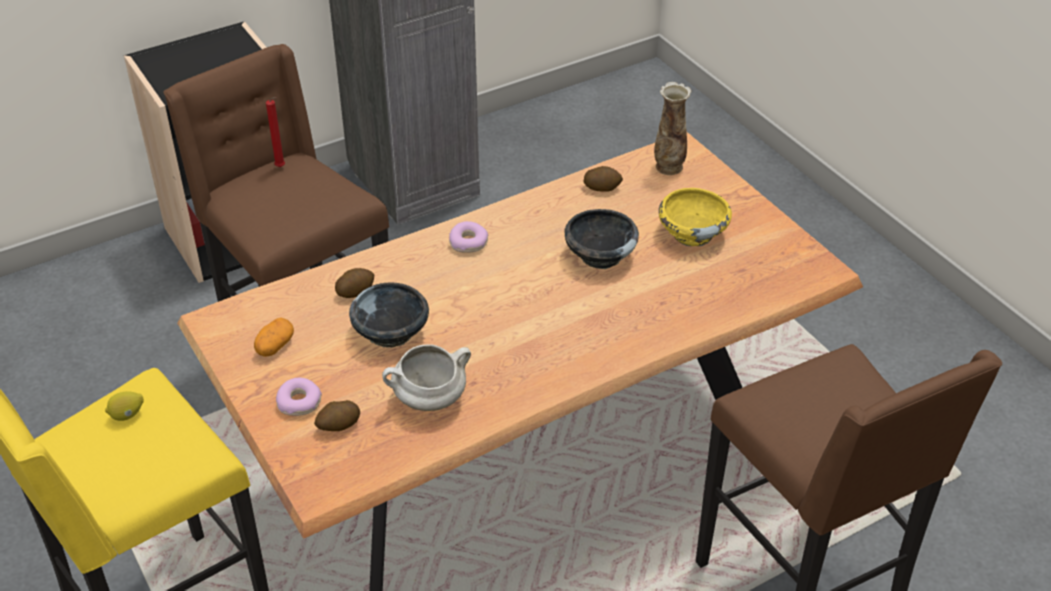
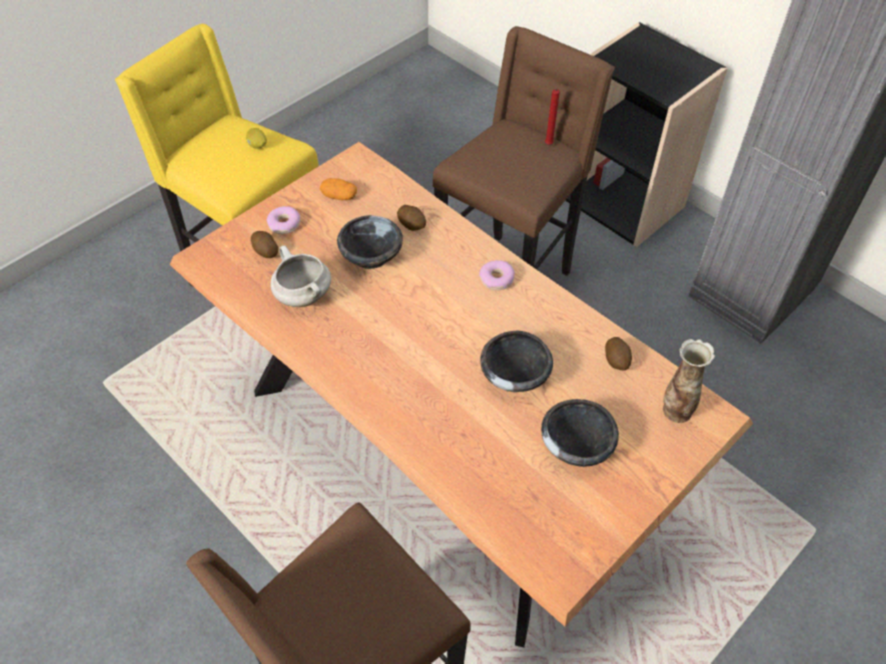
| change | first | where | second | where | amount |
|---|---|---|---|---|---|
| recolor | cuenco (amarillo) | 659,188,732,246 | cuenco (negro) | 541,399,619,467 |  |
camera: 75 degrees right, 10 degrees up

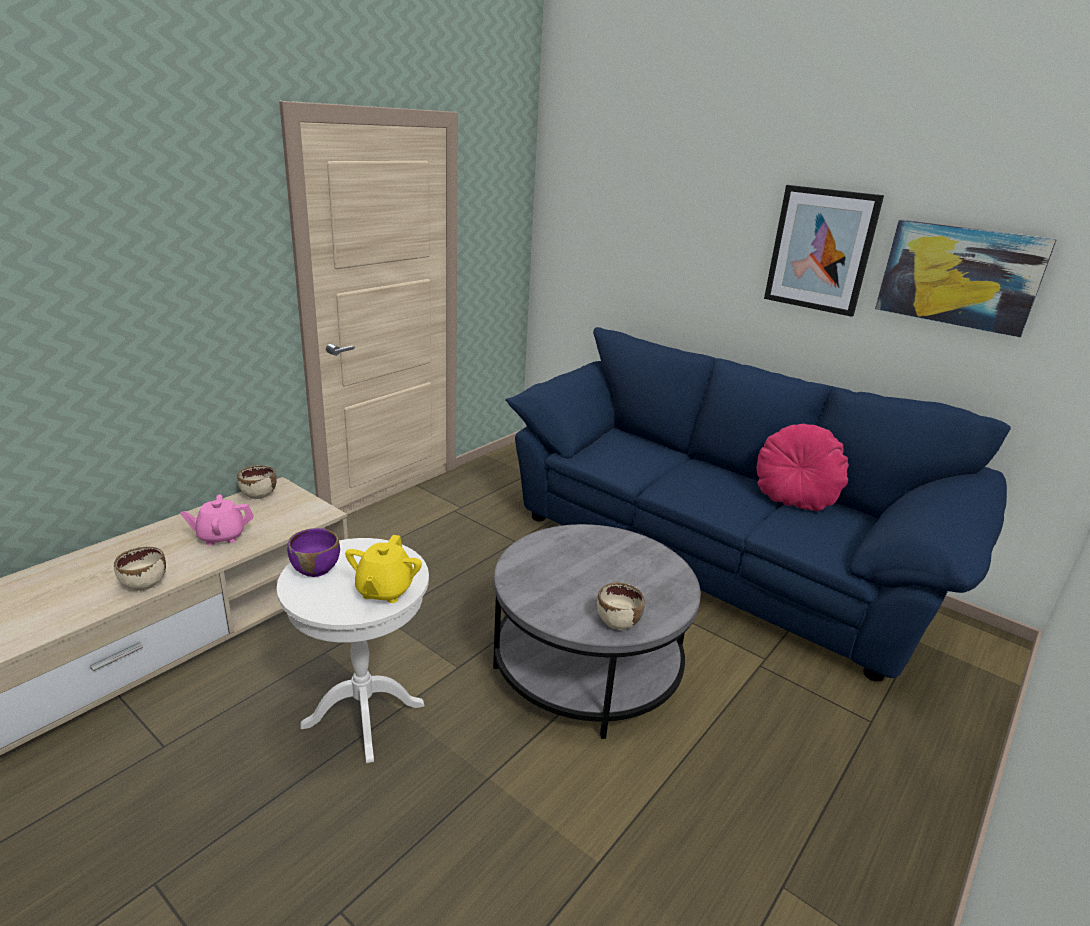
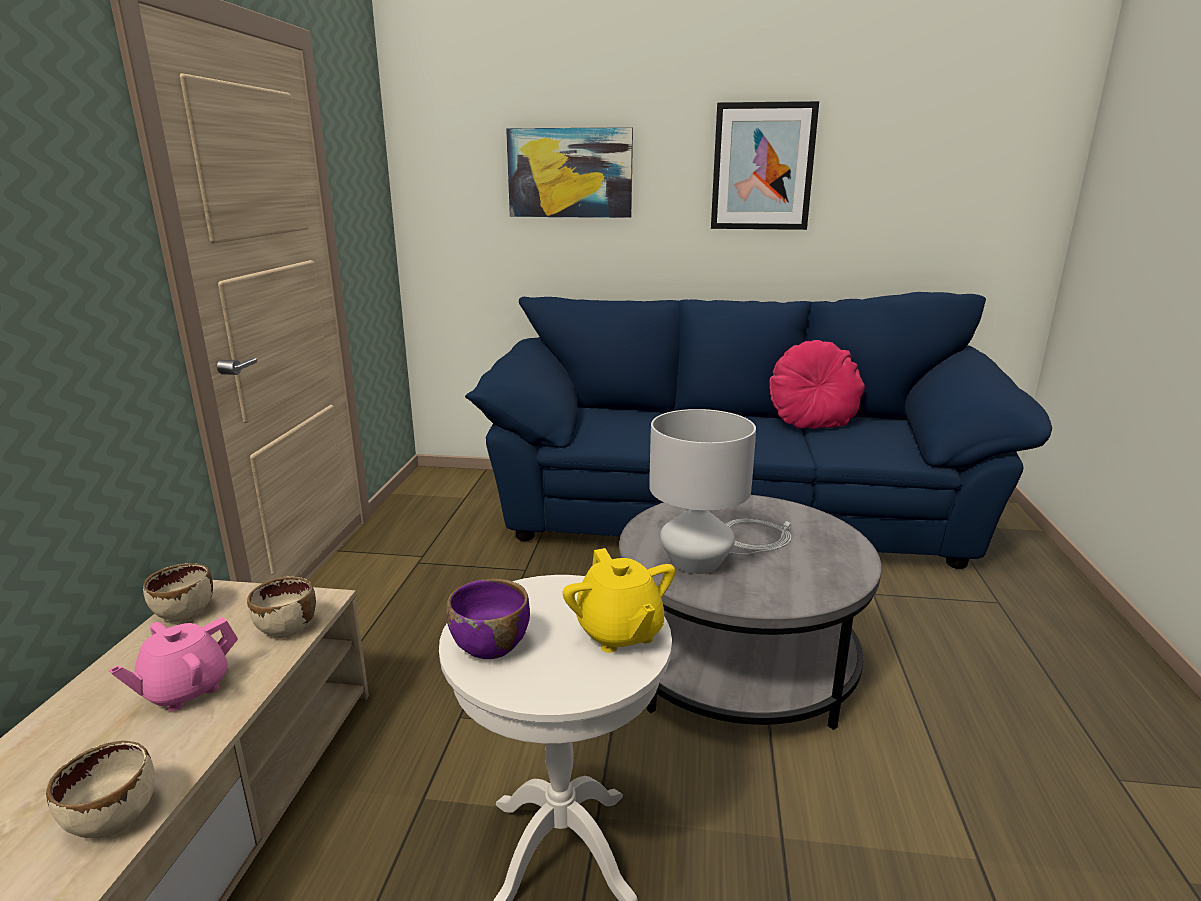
| change | first | where | second | where | amount |
|---|---|---|---|---|---|
| insert |  |  | lámpara de mesa (blanco) | 649,409,791,574 |  |
| move | cuenco (beis) | 597,582,645,630 |  | 247,577,316,638 |  |
| move | cuadro | 875,220,1057,337 |  | 506,127,633,218 |  |
camera: 30 degrees left, 5 degrees down

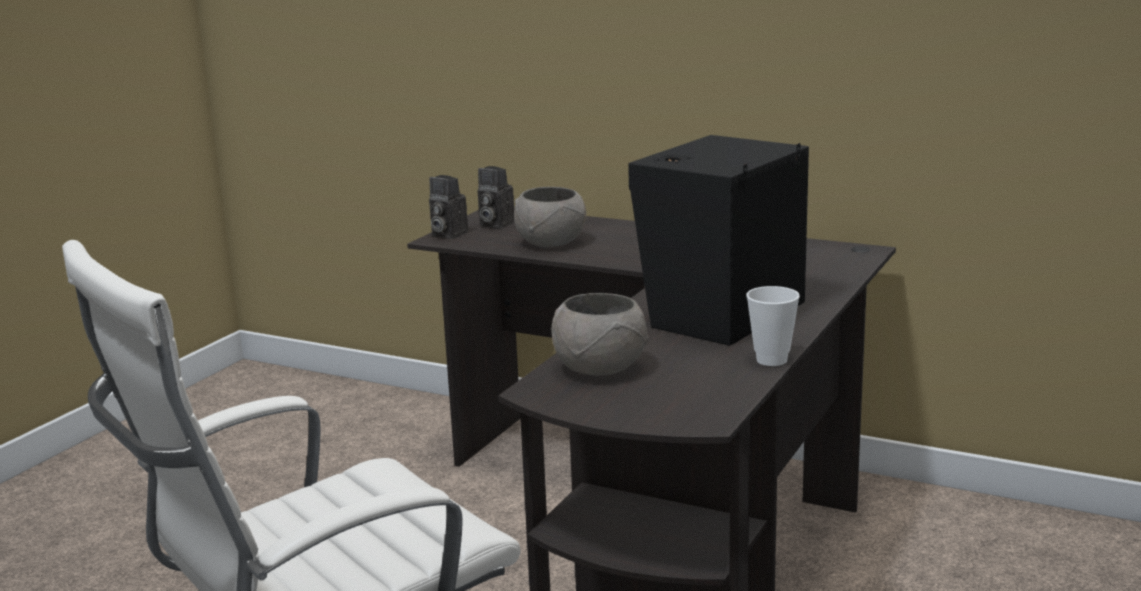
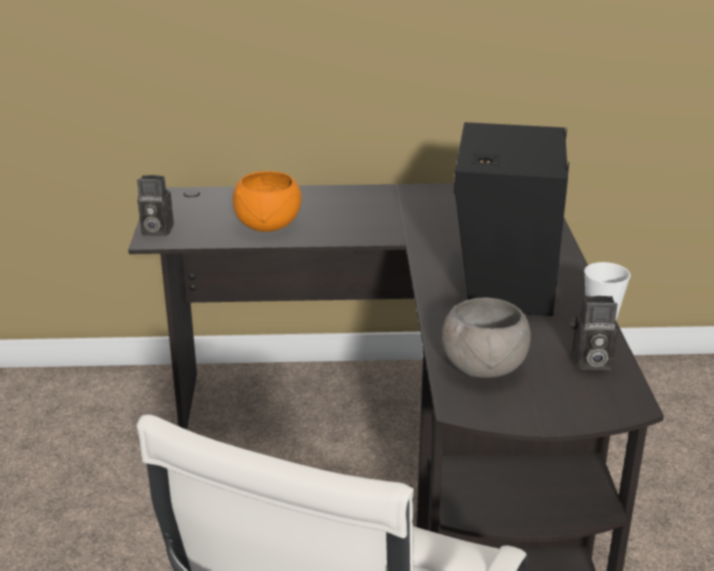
| change | first | where | second | where | amount |
|---|---|---|---|---|---|
| move | cámara | 478,166,514,229 |  | 571,296,618,370 |  |
| recolor | cuenco (gris) | 514,187,587,247 | cuenco (naranja) | 233,171,302,232 |  |
camera: 30 degrees left, 10 degrees up

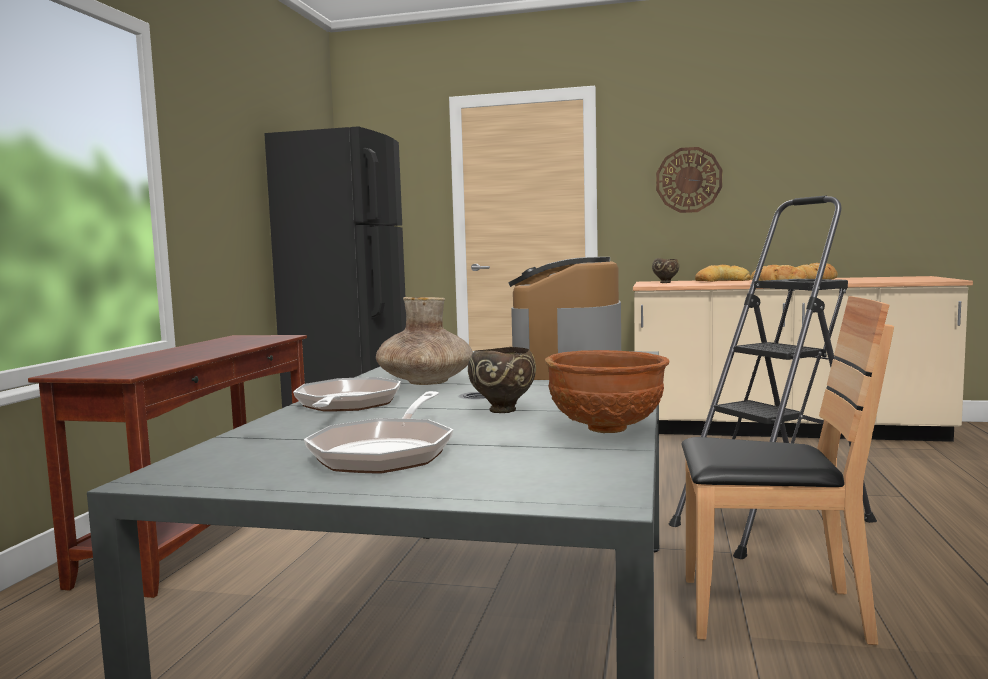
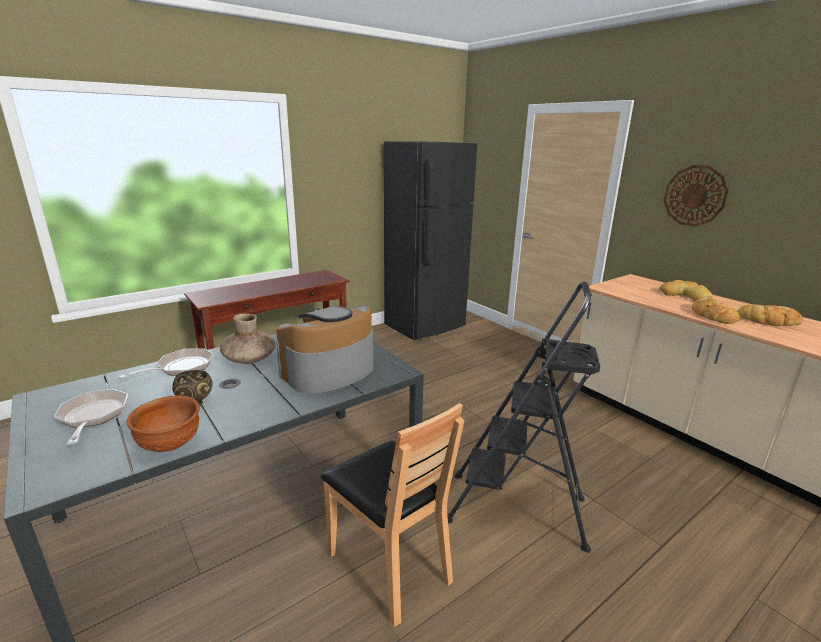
| change | first | where | second | where | amount |
|---|---|---|---|---|---|
| delete | cuenco (marrón) | 652,258,679,283 |  |  |  |
| rotate | sartén | 304,391,453,474 |  | 54,389,128,445 | 105 degrees clockwise |
camera: 40 degrees right, 15 degrees up

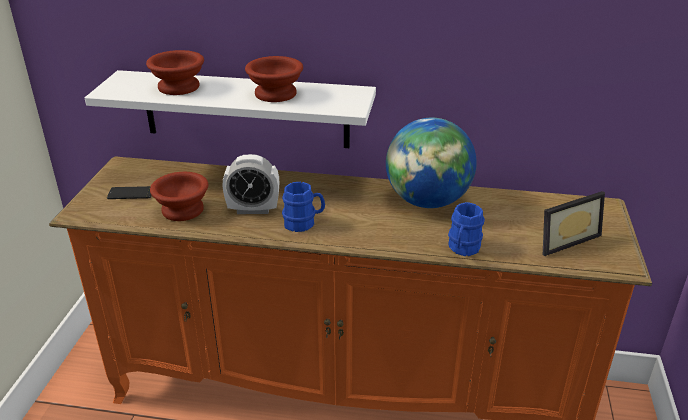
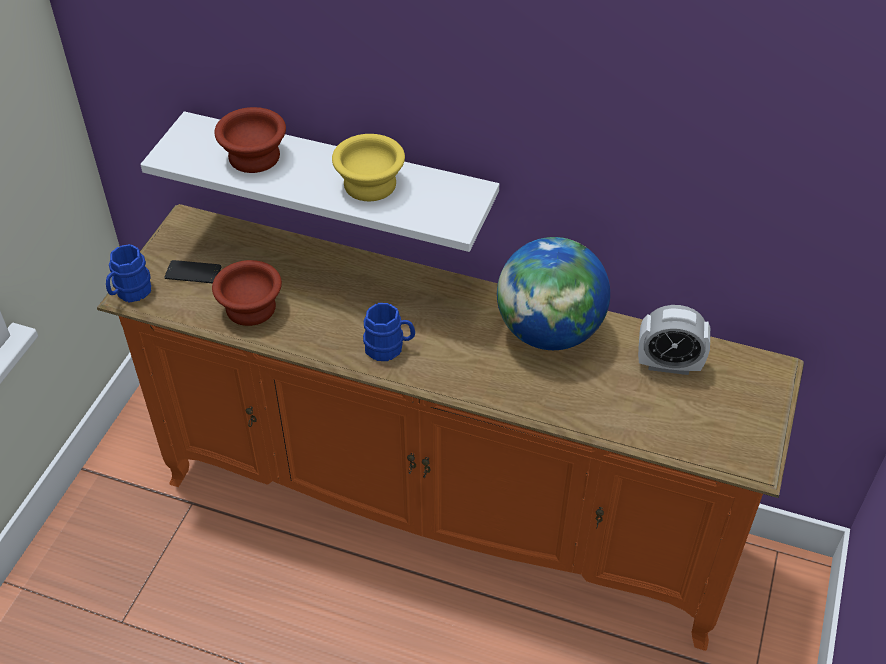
| change | first | where | second | where | amount |
|---|---|---|---|---|---|
| delete | portarretratos | 543,191,605,256 |  |  |  |
| move | despertador | 222,154,279,214 |  | 638,305,710,375 |  |
| move | taza grande (azul) | 448,202,485,256 |  | 106,244,151,302 |  |
| recolor | cuenco (marrón) | 245,56,303,102 | cuenco (amarillo) | 332,134,405,201 |  |
camera: 10 degrees right, 15 degrees up

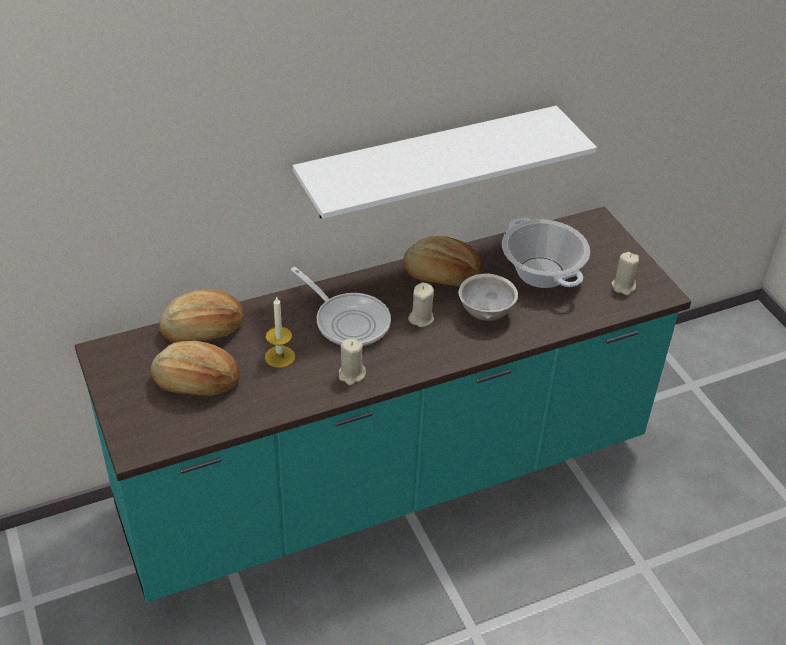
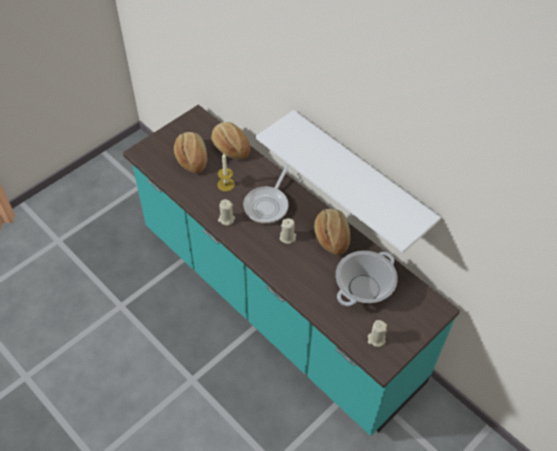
| change | first | where | second | where | amount |
|---|---|---|---|---|---|
| delete | cuenco (gris) | 458,273,518,321 |  |  |  |
camera: 70 degrees right, 10 degrees up

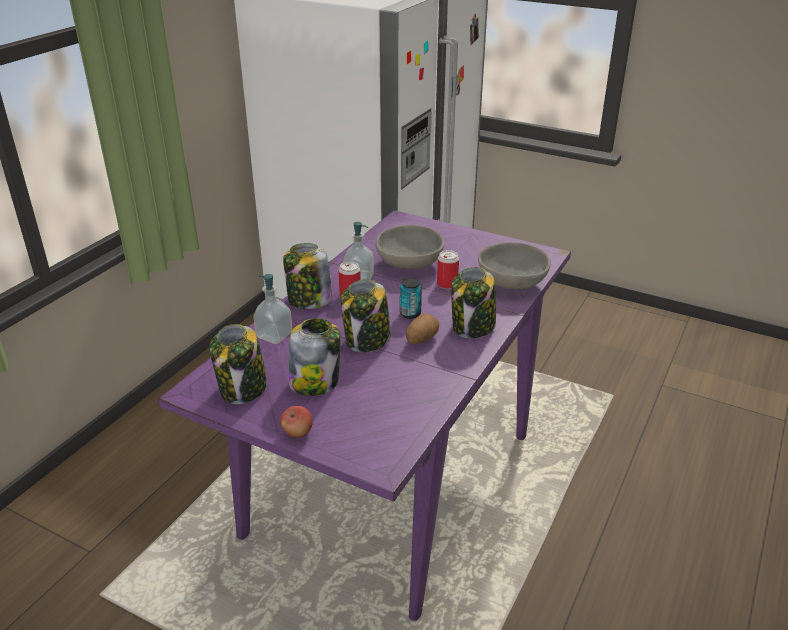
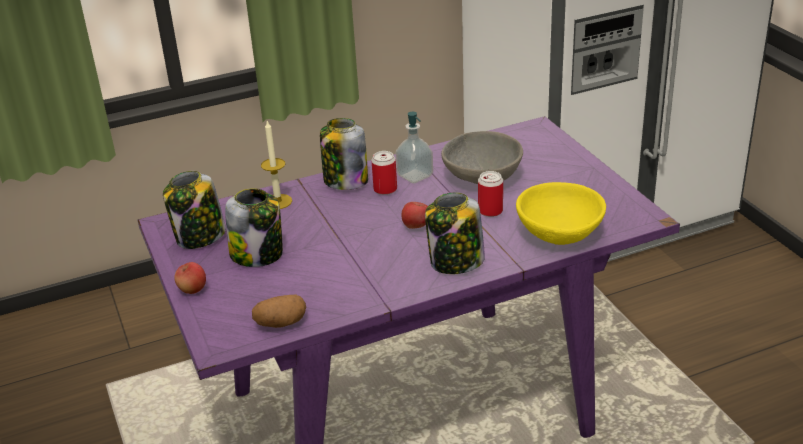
| change | first | where | second | where | amount |
|---|---|---|---|---|---|
| delete | tarro | 341,279,391,352 |  |  |  |
| move | patata | 406,313,439,344 |  | 252,295,306,328 |  |
| replace | dispensador de jabón | 253,274,292,344 | vela | 261,121,292,209 |  |
| replace | lata | 400,278,422,319 | manzana | 401,202,428,229 |  |
| recolor | cuenco (gris) | 478,242,551,290 | cuenco (amarillo) | 516,182,606,245 |  |
camera: 40 degrees right, 0 degrees up

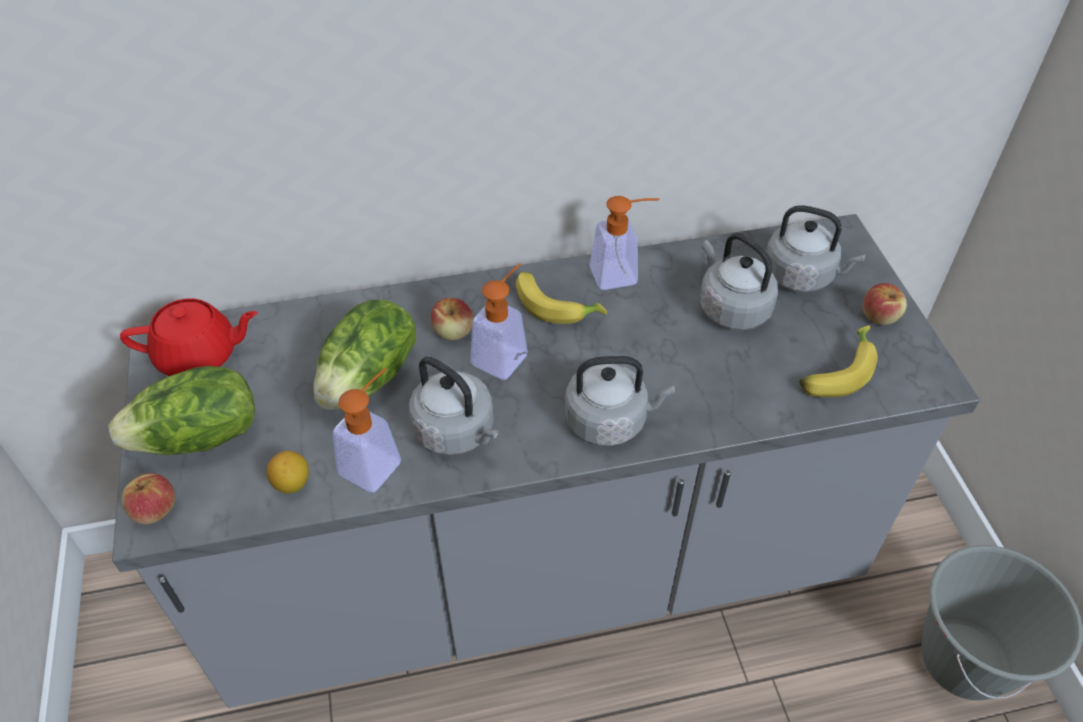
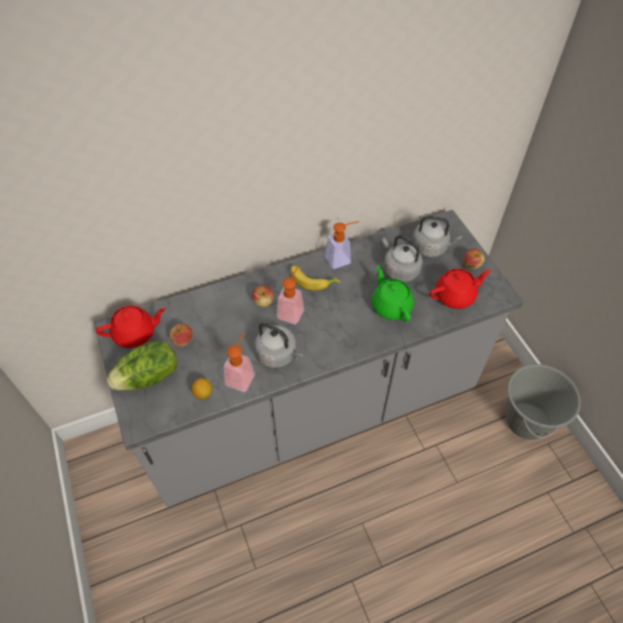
| change | first | where | second | where | amount |
|---|---|---|---|---|---|
| delete | lechuga | 313,300,416,410 |  |  |  |
| delete | hervidor (gris) | 565,356,675,446 |  |  |  |
| insert |  |  | tetera (verde) | 371,265,414,322 |  |
| move | manzana | 121,473,175,524 |  | 169,324,193,347 |  |
| replace | plátano | 799,325,878,397 | tetera (rojo) | 429,269,491,309 |  |
camera: 10 degrees left, 5 degrees up

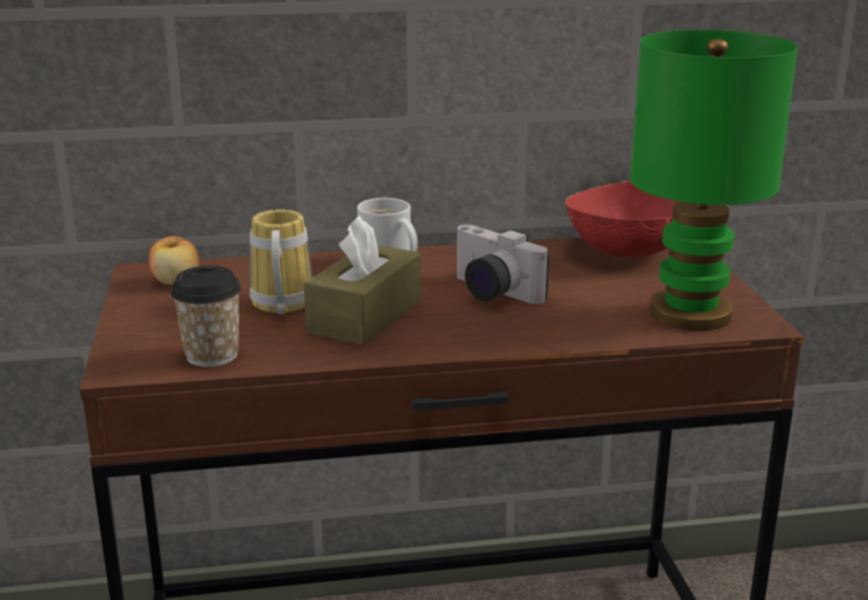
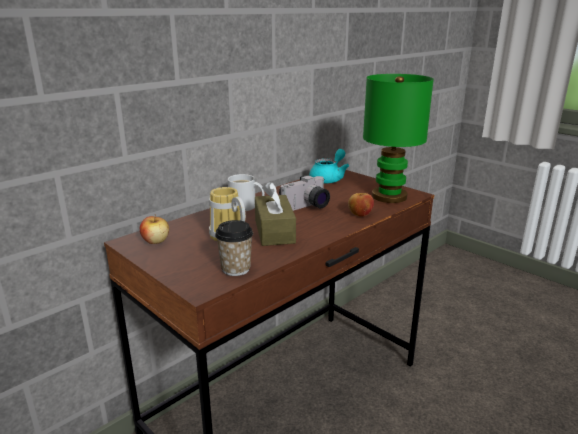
| change | first | where | second | where | amount |
|---|---|---|---|---|---|
| insert |  |  | manzana | 348,193,374,217 |  |
| replace | cuenco (rojo) | 565,181,679,258 | tetera (turquesa) | 309,149,349,184 |  |
| rotate | cámara | 455,225,549,304 |  | 279,175,330,211 | 45 degrees counterclockwise |
camera: 35 degrees left, 0 degrees up

